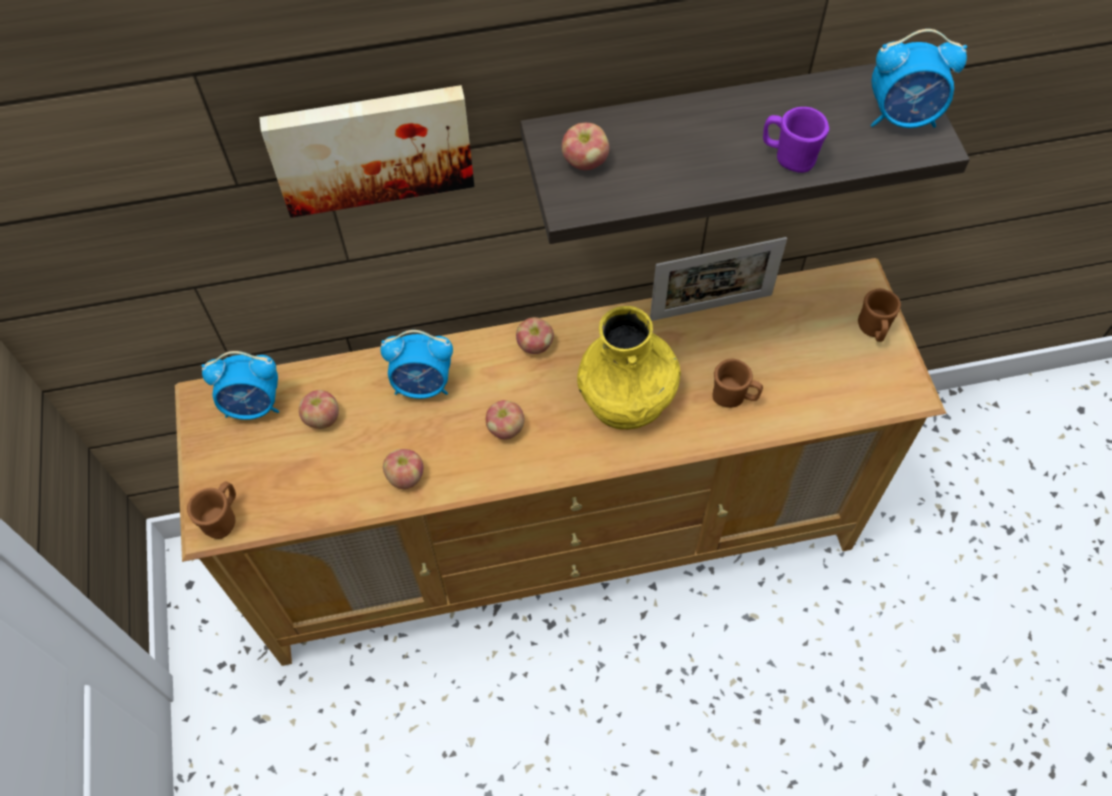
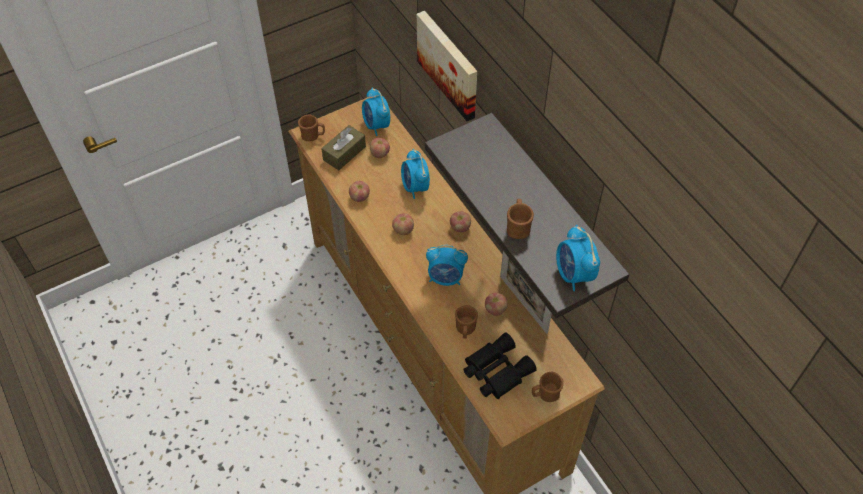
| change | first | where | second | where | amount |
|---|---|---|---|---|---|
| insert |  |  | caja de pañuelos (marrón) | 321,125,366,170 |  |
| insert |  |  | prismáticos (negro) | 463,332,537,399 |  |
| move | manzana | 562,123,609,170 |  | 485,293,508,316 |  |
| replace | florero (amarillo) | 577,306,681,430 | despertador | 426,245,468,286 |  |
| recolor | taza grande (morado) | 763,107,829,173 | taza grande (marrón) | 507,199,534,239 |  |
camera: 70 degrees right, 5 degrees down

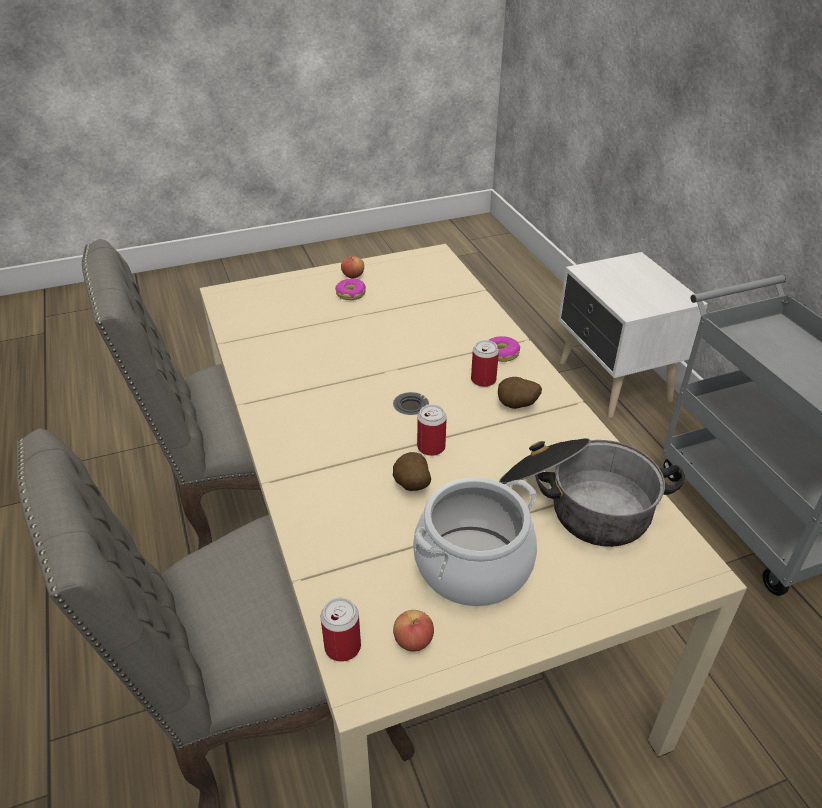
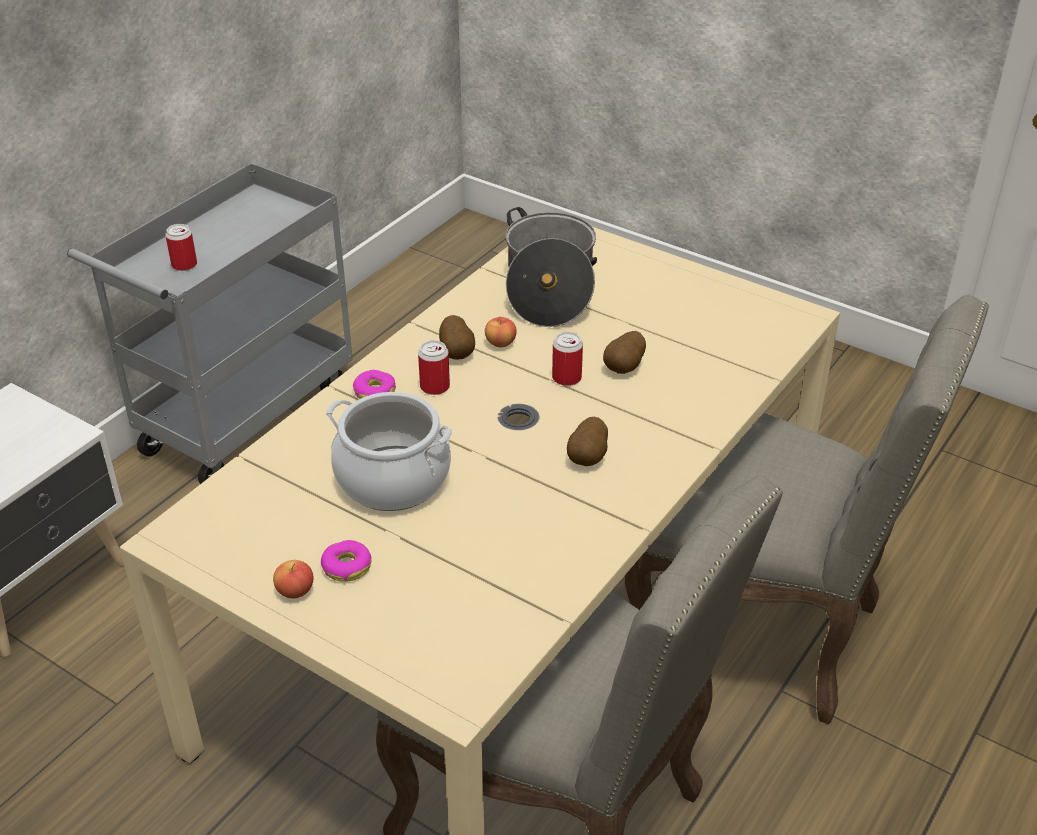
| change | first | where | second | where | amount |
|---|---|---|---|---|---|
| insert |  |  | patata | 567,417,608,466 |  |
| move | lata | 321,598,361,662 |  | 165,224,197,271 |  |
| move | manzana | 393,610,434,651 |  | 485,316,517,347 |  |
| move | olla | 413,477,537,607 |  | 326,392,452,511 |  |
camera: 125 degrees left, 0 degrees up

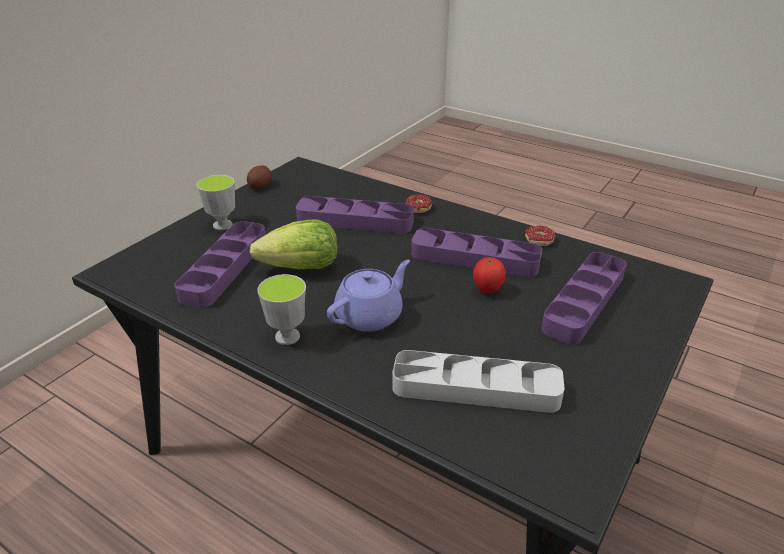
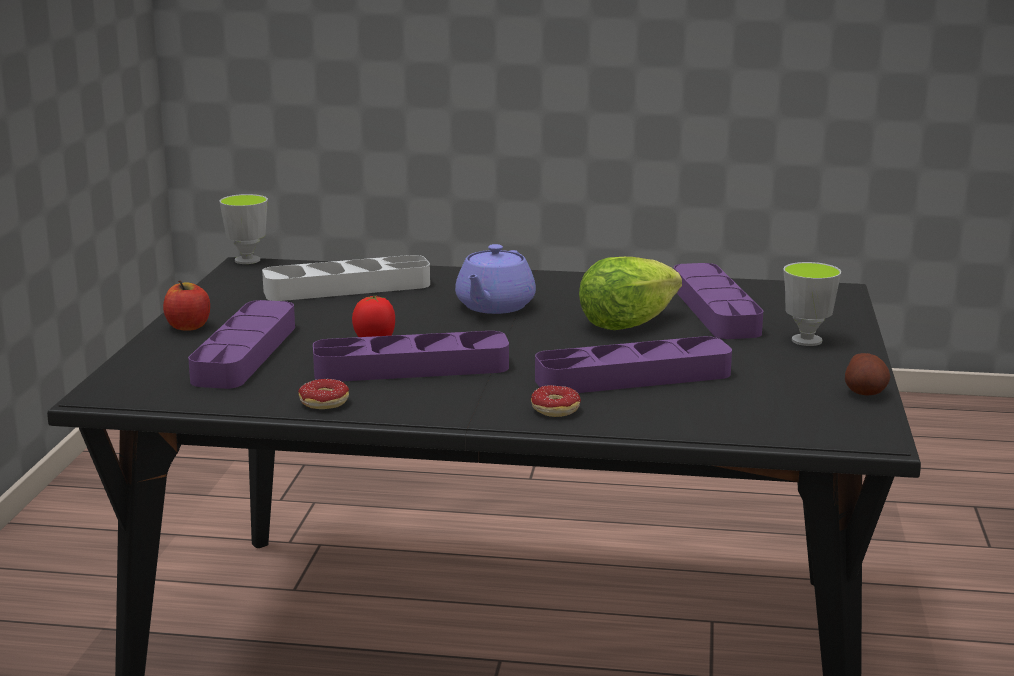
| change | first | where | second | where | amount |
|---|---|---|---|---|---|
| insert |  |  | manzana | 163,280,210,331 |  |
| move | taza | 257,274,306,345 |  | 219,194,268,264 |  |
camera: 155 degrees right, 15 degrees down

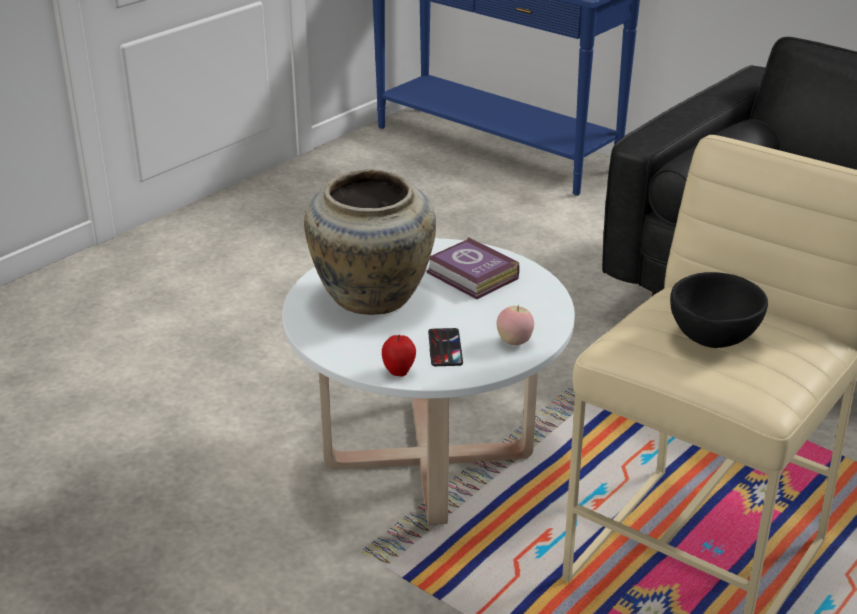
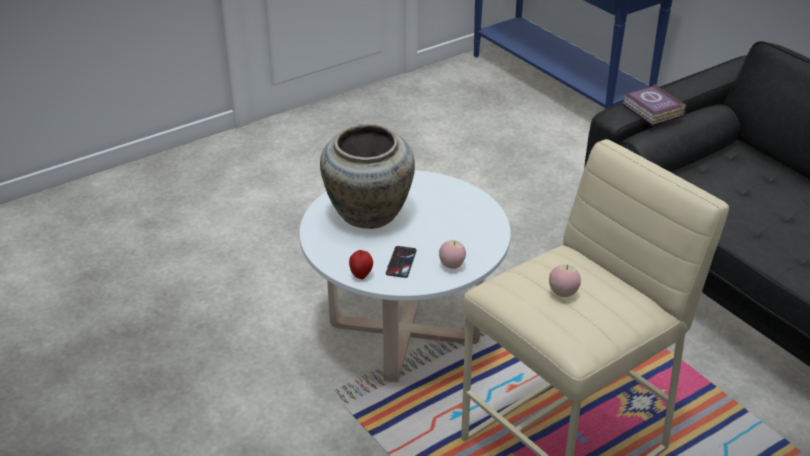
| change | first | where | second | where | amount |
|---|---|---|---|---|---|
| move | libro | 426,237,520,299 |  | 622,84,686,126 |  |
| replace | cuenco (negro) | 670,272,768,348 | manzana | 549,264,581,297 |  |
camera: 15 degrees right, 5 degrees up

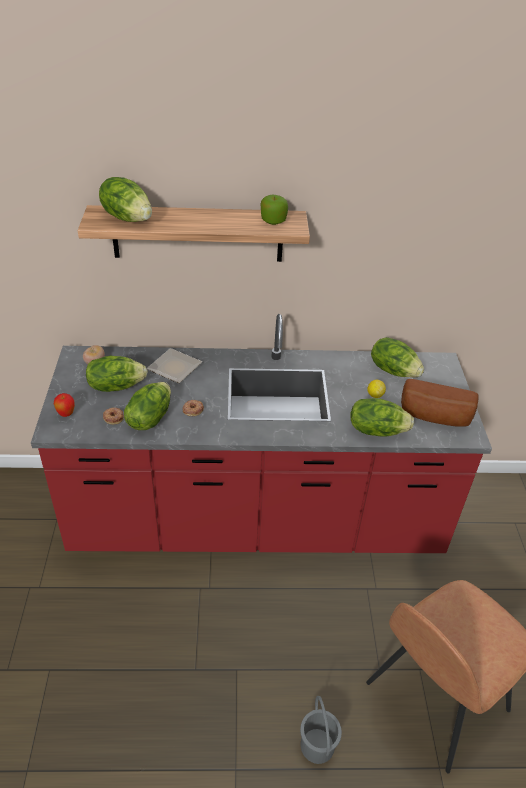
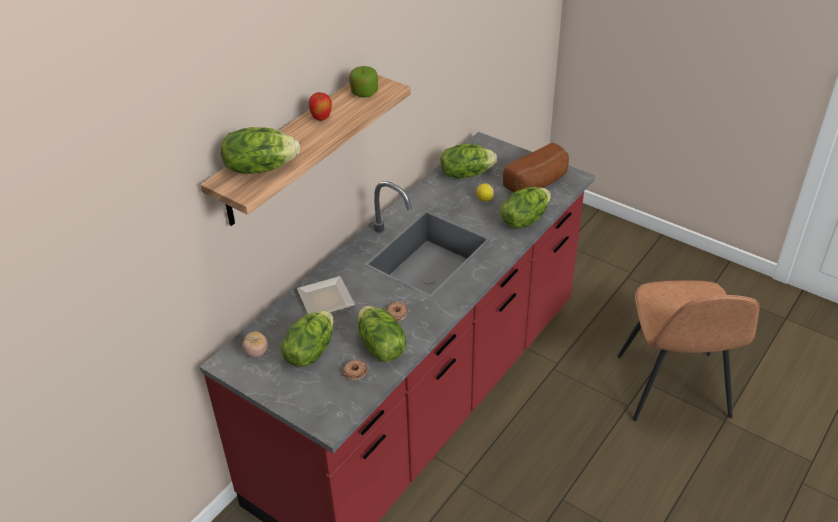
| change | first | where | second | where | amount |
|---|---|---|---|---|---|
| delete | cubo (gris) | 300,696,342,764 |  |  |  |
| move | manzana | 54,393,75,417 |  | 308,92,332,121 |  |
camera: 50 degrees left, 0 degrees up

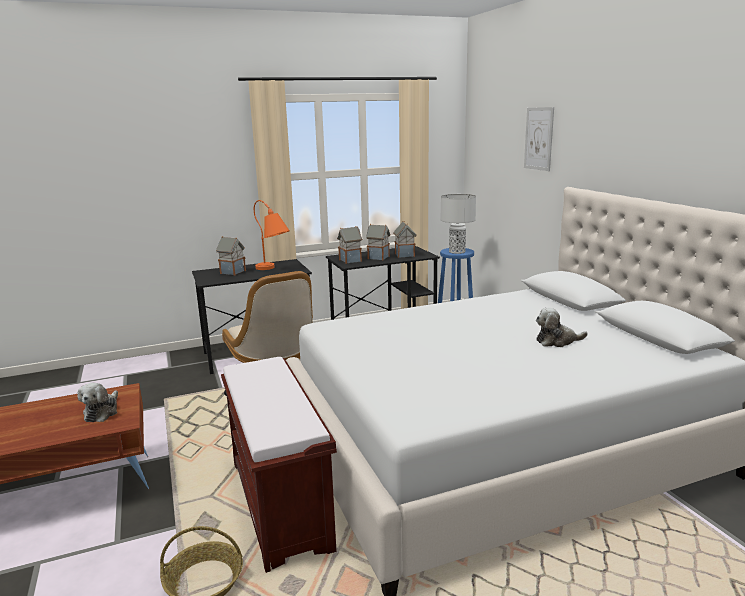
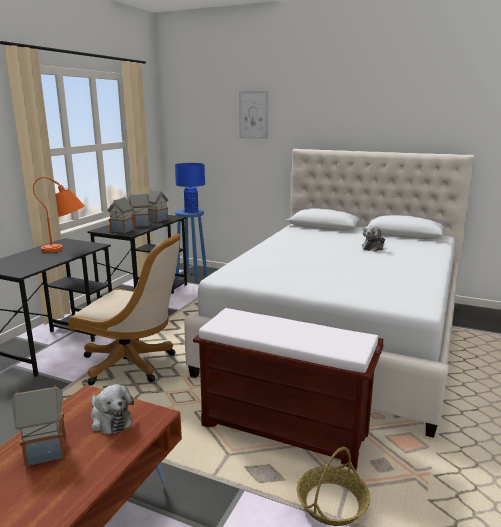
| change | first | where | second | where | amount |
|---|---|---|---|---|---|
| move | casita | 216,237,246,276 |  | 11,385,66,468 |  |
| recolor | lámpara de mesa (blanco) | 440,194,476,254 | lámpara de mesa (azul) | 175,163,205,213 |  |
camera: 45 degrees left, 0 degrees up

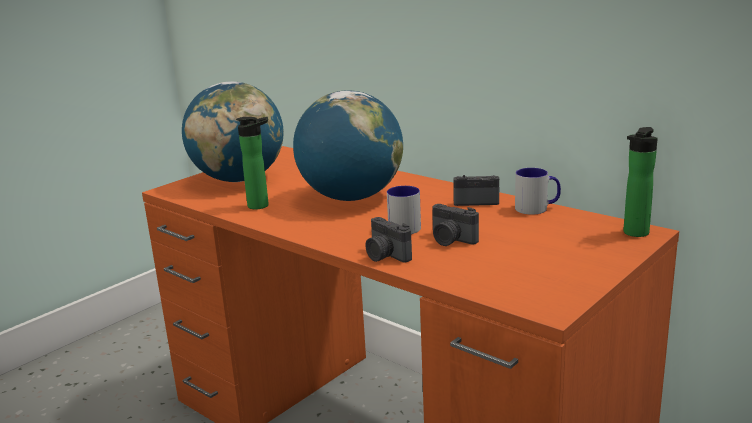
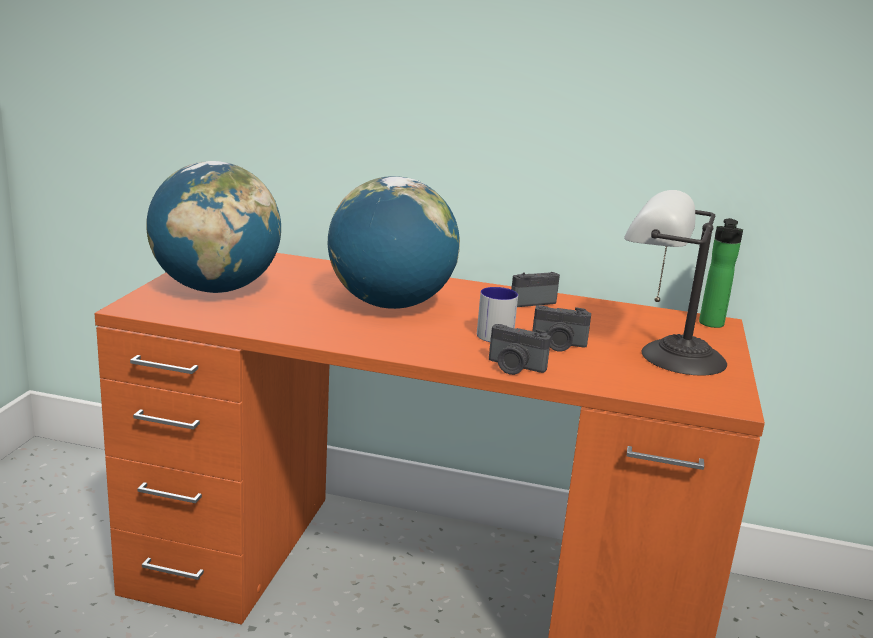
| change | first | where | second | where | amount |
|---|---|---|---|---|---|
| delete | botella | 236,117,269,209 |  |  |  |
| delete | taza grande | 515,168,561,215 |  |  |  |
| insert |  |  | lámpara de mesa | 624,190,727,375 |  |
camera: 30 degrees left, 0 degrees up

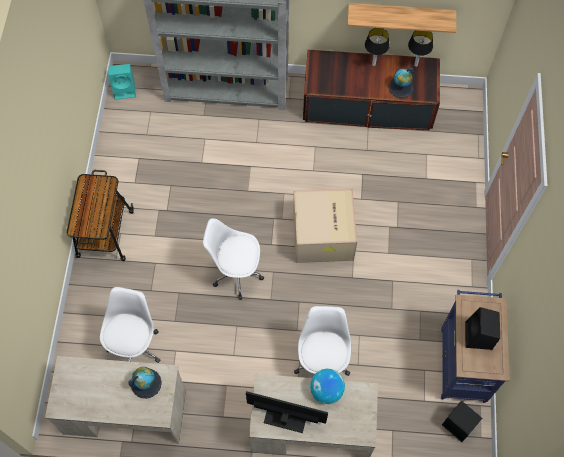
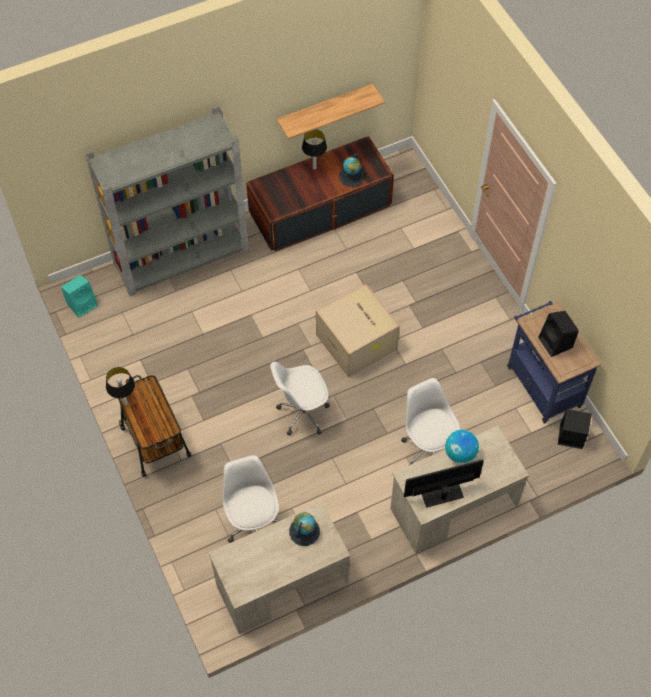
| change | first | where | second | where | amount |
|---|---|---|---|---|---|
| move | lámpara de mesa | 408,30,433,67 |  | 106,367,135,405 |  |
camera: 30 degrees left, 5 degrees down

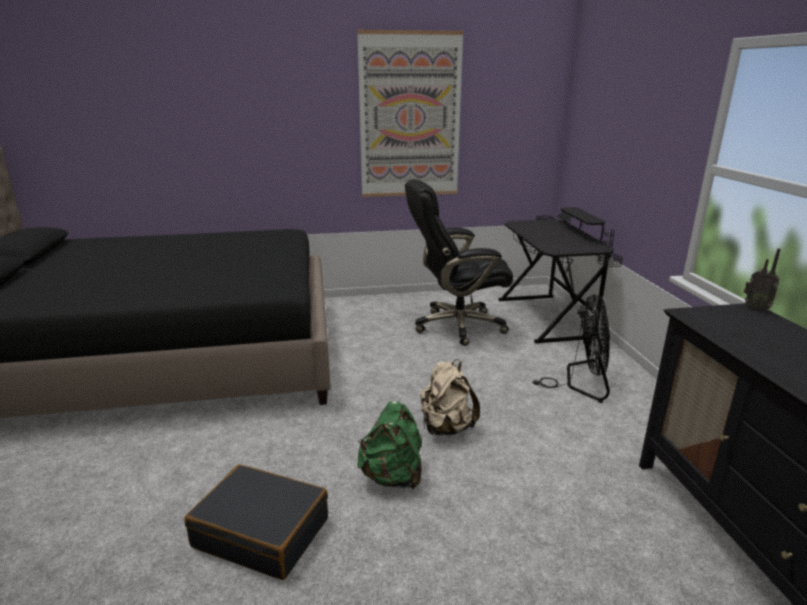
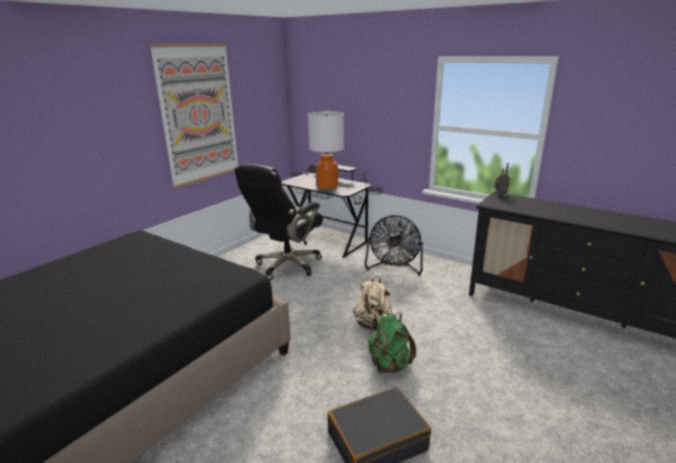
| change | first | where | second | where | amount |
|---|---|---|---|---|---|
| insert |  |  | lámpara de mesa | 308,111,344,189 |  |
| rotate | ventilador (negro) | 532,294,610,403 |  | 365,215,423,276 | 135 degrees clockwise |
camera: 45 degrees left, 0 degrees up

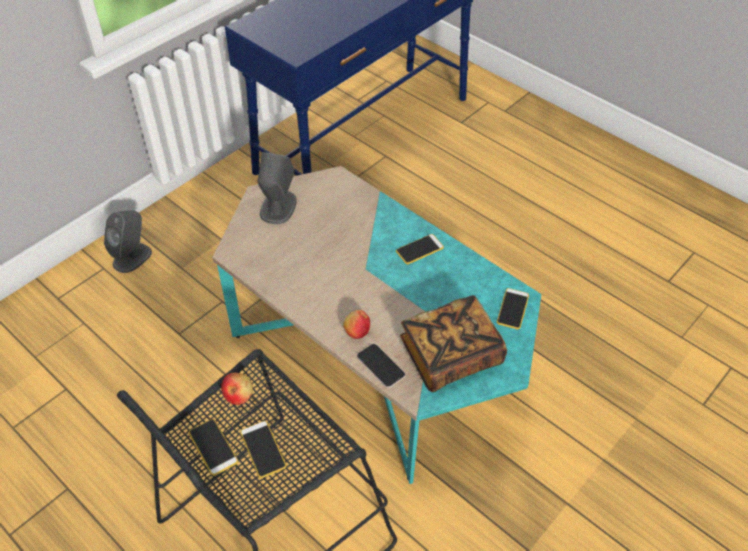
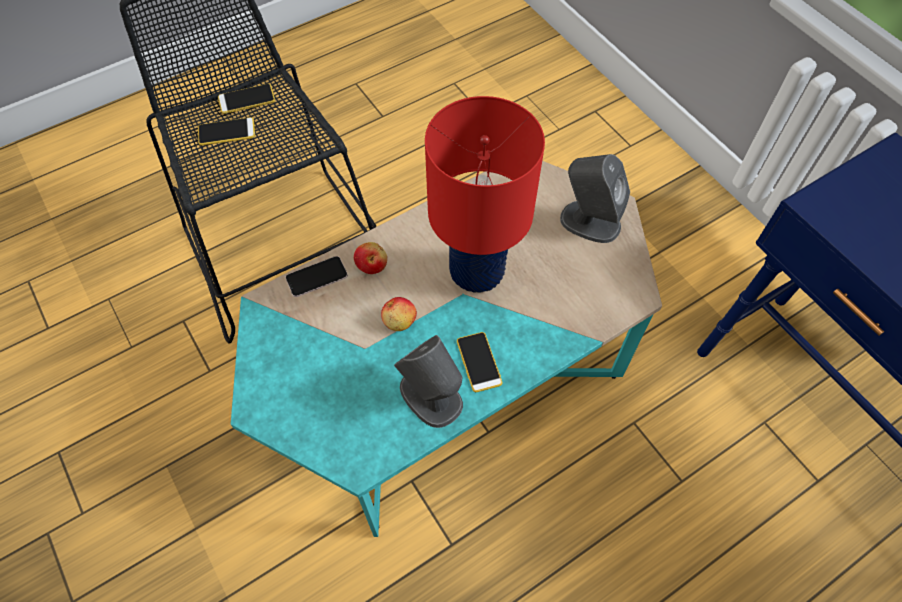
| change | first | where | second | where | amount |
|---|---|---|---|---|---|
| delete | libro | 400,295,507,392 |  |  |  |
| delete | móvil | 497,288,529,329 |  |  |  |
| insert |  |  | lámpara de mesa (rojo) | 425,96,545,293 |  |
| move | altavoz (gris) | 104,210,152,273 |  | 394,335,463,428 |  |
| move | manzana | 221,373,253,405 |  | 381,297,417,331 |  |
camera: 105 degrees right, 10 degrees up

